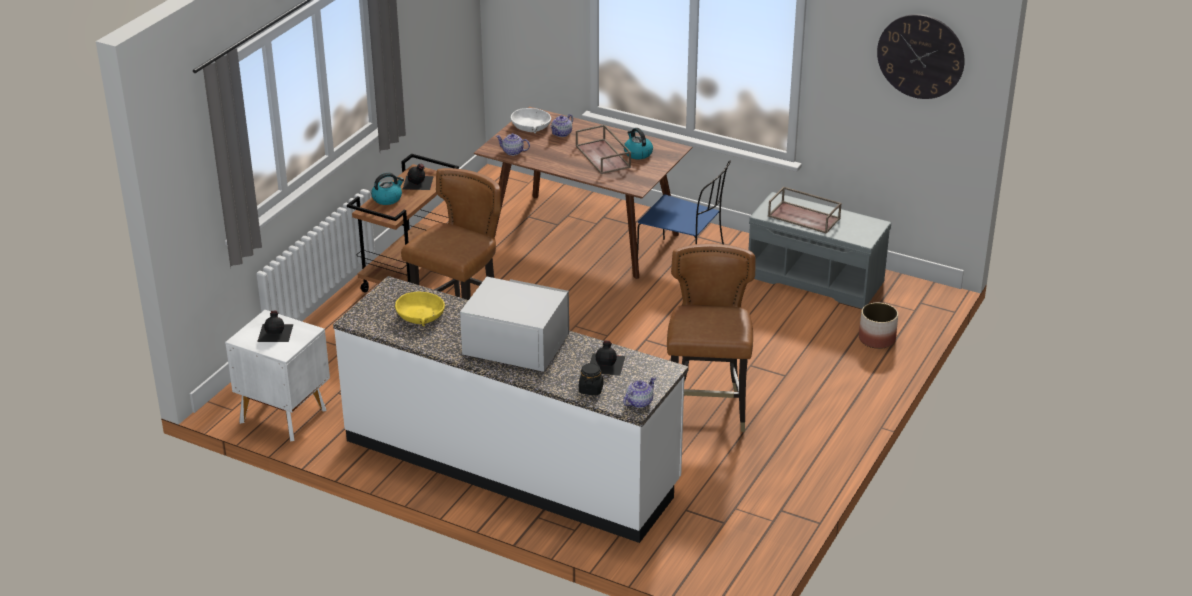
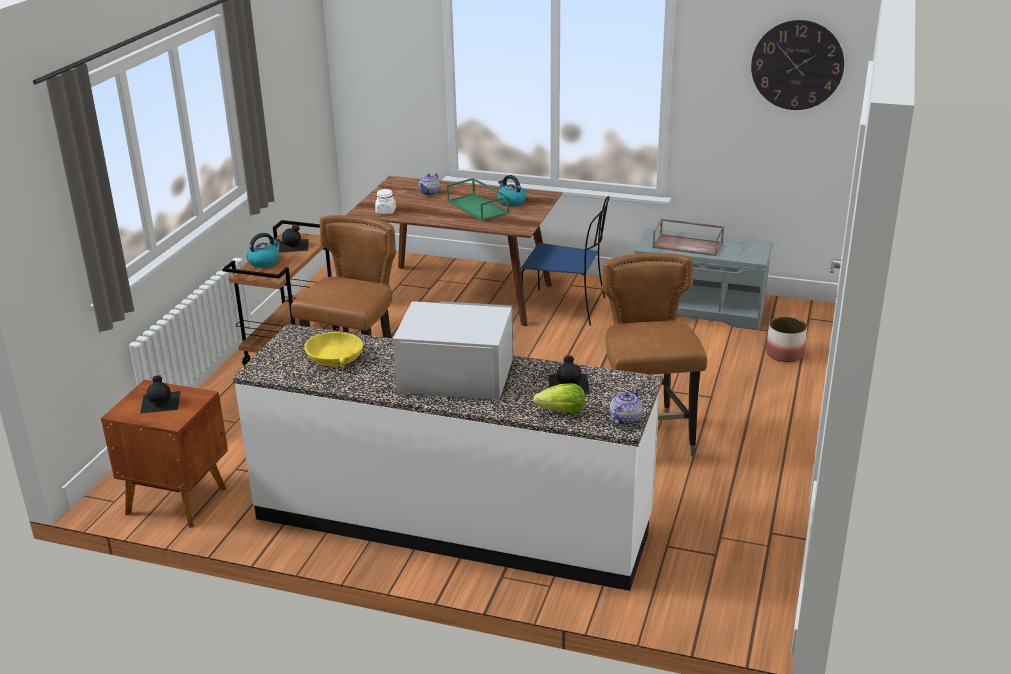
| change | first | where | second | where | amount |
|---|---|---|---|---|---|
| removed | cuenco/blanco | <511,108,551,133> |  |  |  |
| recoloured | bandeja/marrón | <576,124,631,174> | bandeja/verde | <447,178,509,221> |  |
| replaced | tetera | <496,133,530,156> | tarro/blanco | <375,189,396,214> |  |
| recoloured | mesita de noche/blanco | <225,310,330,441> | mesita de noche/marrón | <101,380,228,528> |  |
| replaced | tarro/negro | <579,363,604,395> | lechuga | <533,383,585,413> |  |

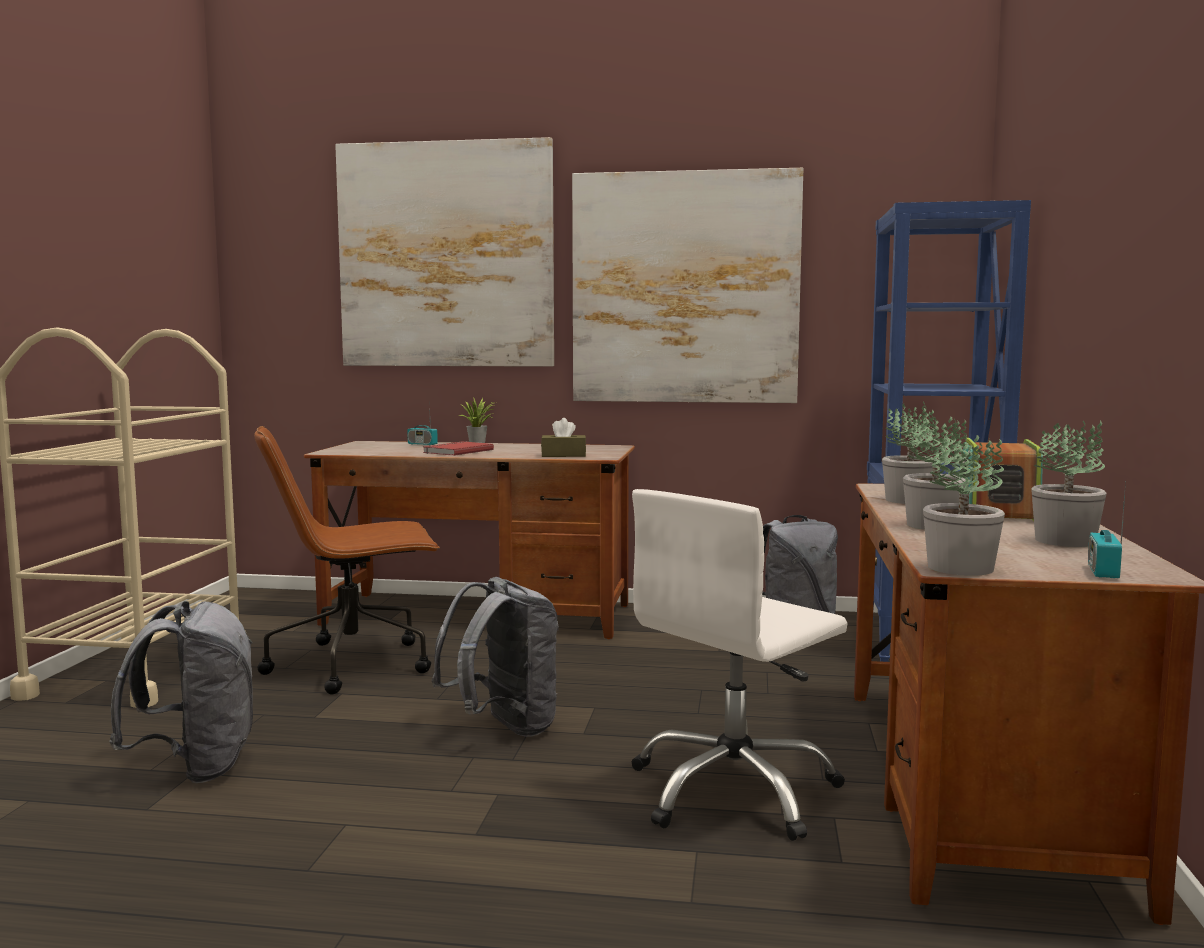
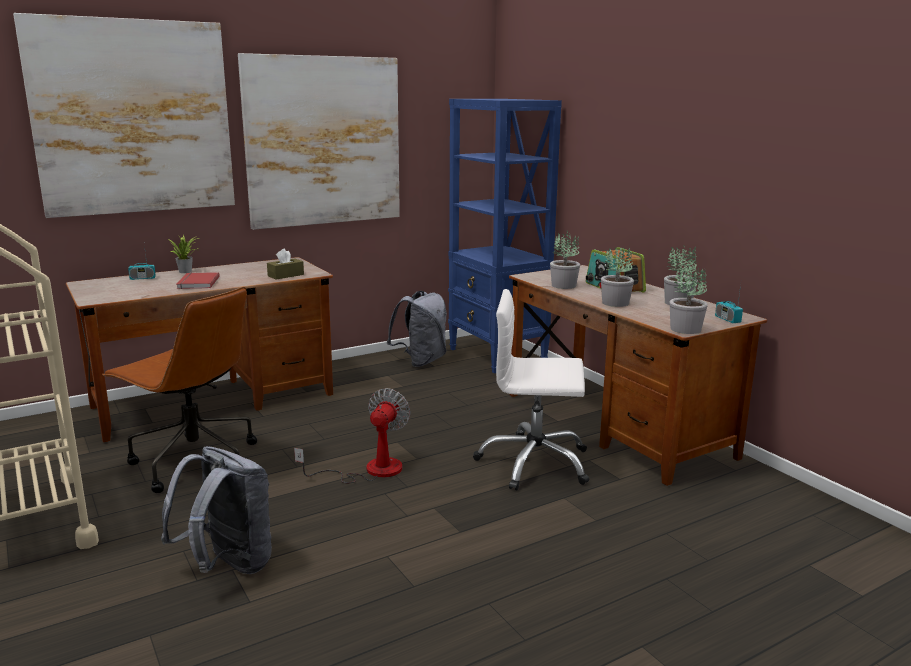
| change | first | where | second | where | amount |
|---|---|---|---|---|---|
| turned | silla de oficina/marrón | <254,426,440,694> |  | <102,286,257,493> | 90 degrees counterclockwise |
| turned | silla de oficina/blanco | <631,489,848,841> |  | <473,289,589,491> | 90 degrees clockwise |
| replaced | mochila/gris | <432,577,559,737> | ventilador | <294,388,411,483> |  |

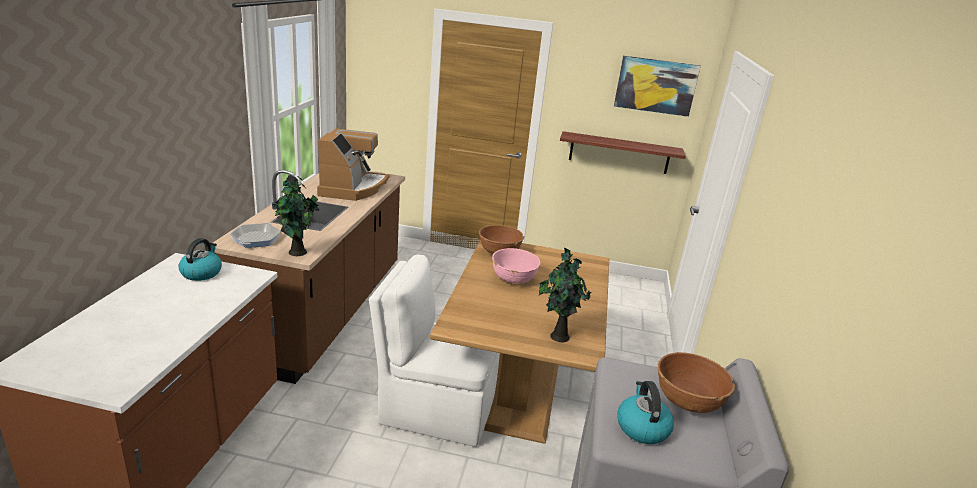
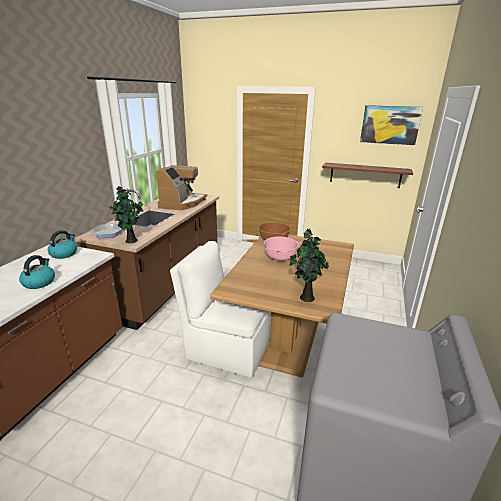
| change | first | where | second | where | amount |
|---|---|---|---|---|---|
| removed | cuenco/marrón | <658,352,735,413> |  |  |  |
| moved | hervidor | <617,381,674,444> |  | <19,255,55,289> |  |

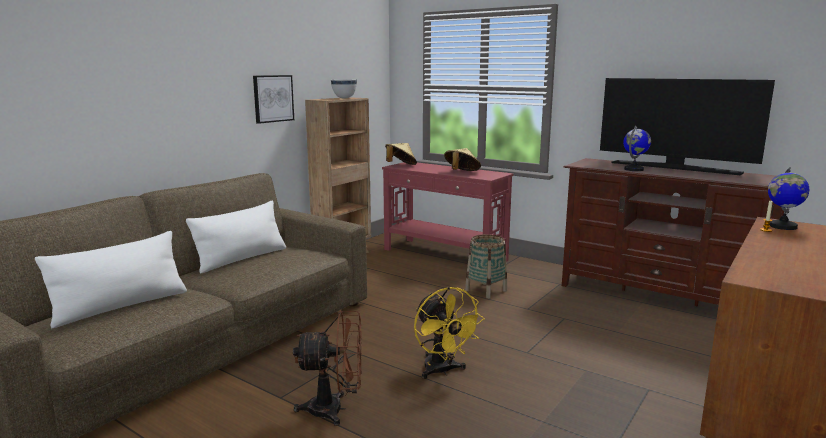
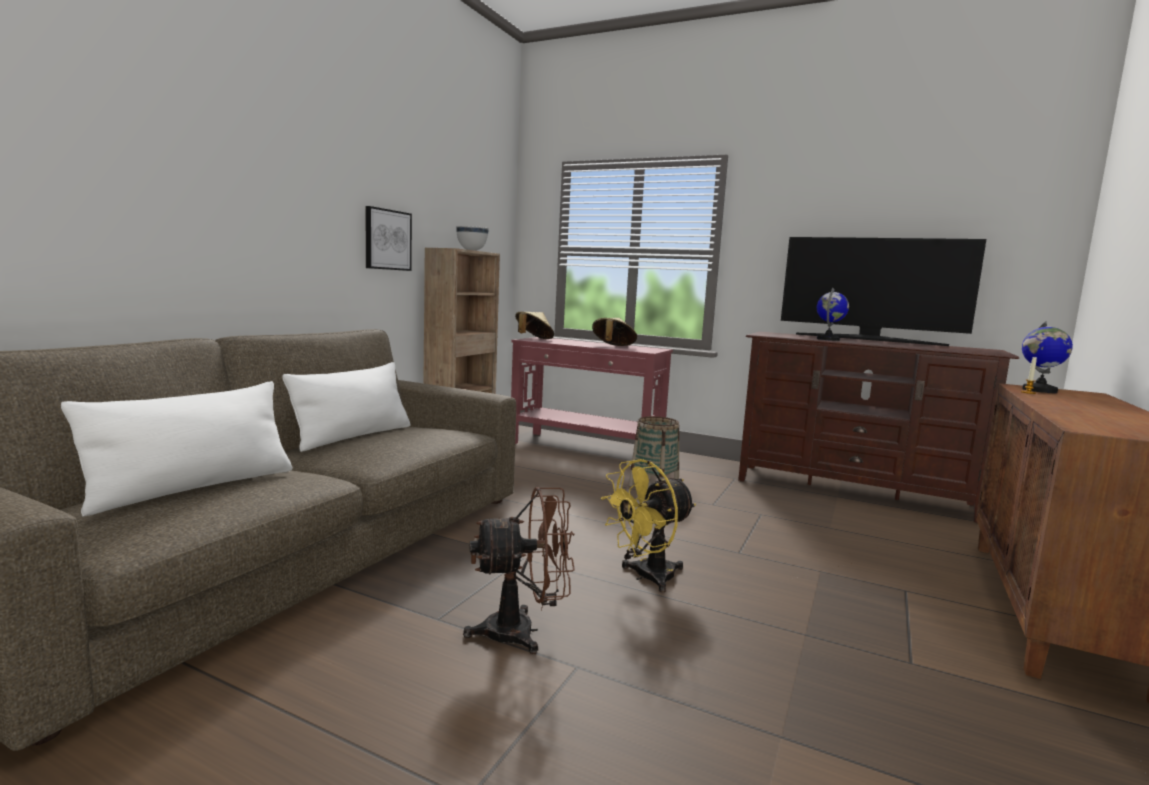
| change | first | where | second | where | amount |
|---|---|---|---|---|---|
| turned | ventilador/amarillo | <414,287,485,379> |  | <600,459,696,593> | 90 degrees clockwise |

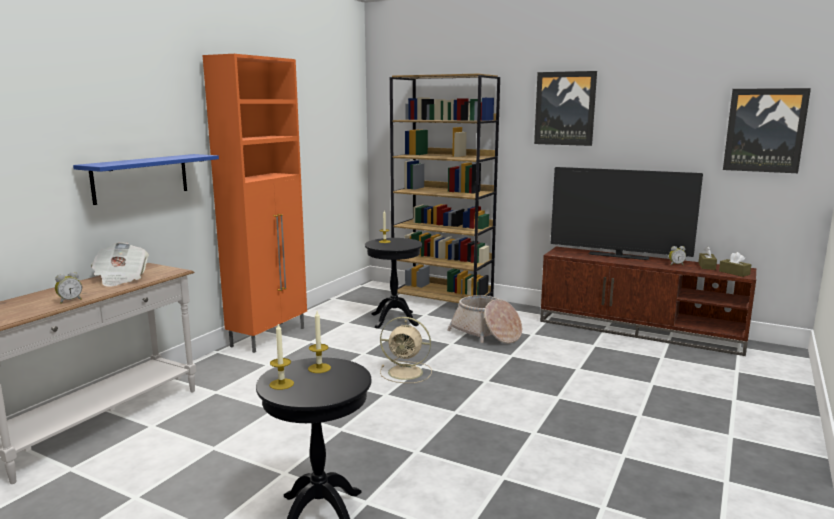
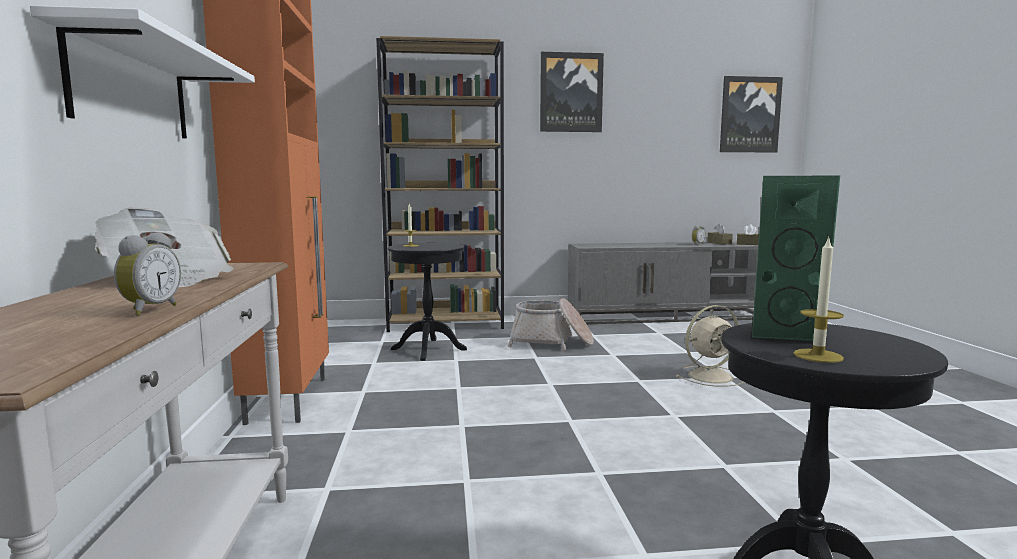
| change | first | where | second | where | amount |
|---|---|---|---|---|---|
| recoloured | estante/azul | <73,154,219,205> | estante/blanco | <30,5,255,139> |  |
| removed | televisor | <551,167,703,260> |  |  |  |
| recoloured | mueble de televisión/marrón | <540,247,756,356> | mueble de televisión/gris | <568,242,758,324> |  |
| replaced | vela | <308,311,331,373> | altavoz/verde | <752,176,840,341> |  |
| moved | ventilador/beis | <380,317,432,383> |  | <675,305,744,387> |  |

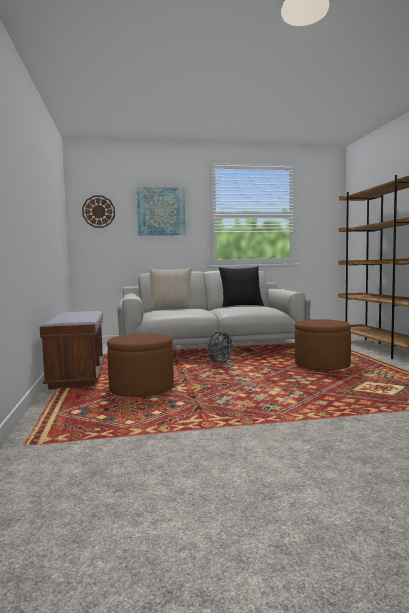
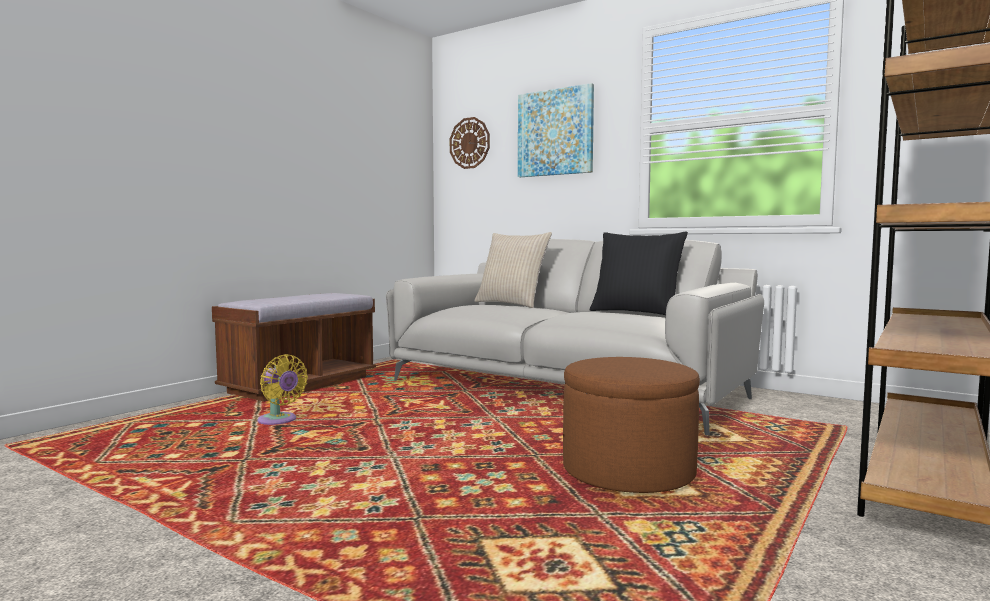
| change | first | where | second | where | amount |
|---|---|---|---|---|---|
| removed | ventilador/gris | <207,330,235,365> |  |  |  |
| replaced | puf/marrón | <107,333,174,397> | ventilador/amarillo | <257,354,308,425> |  |

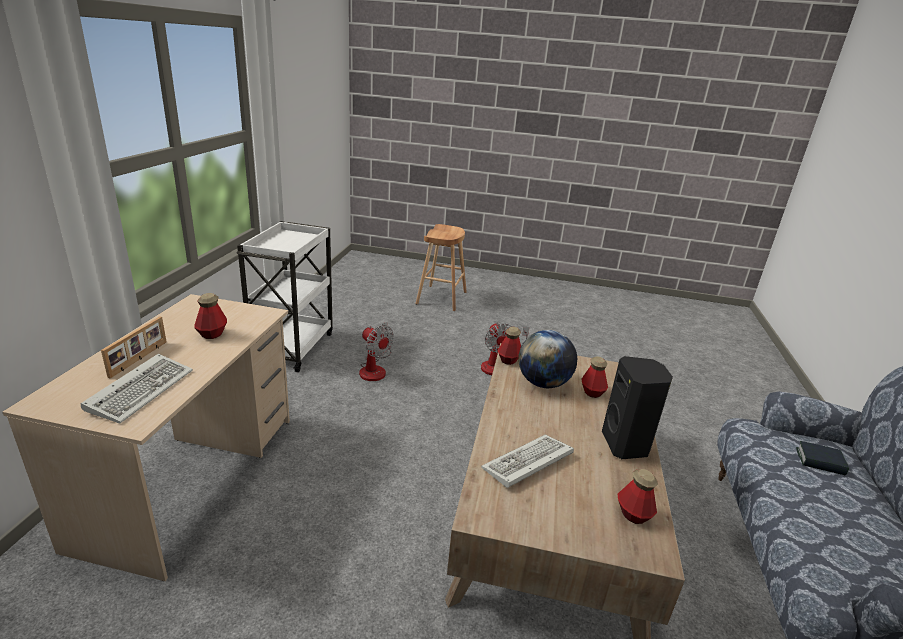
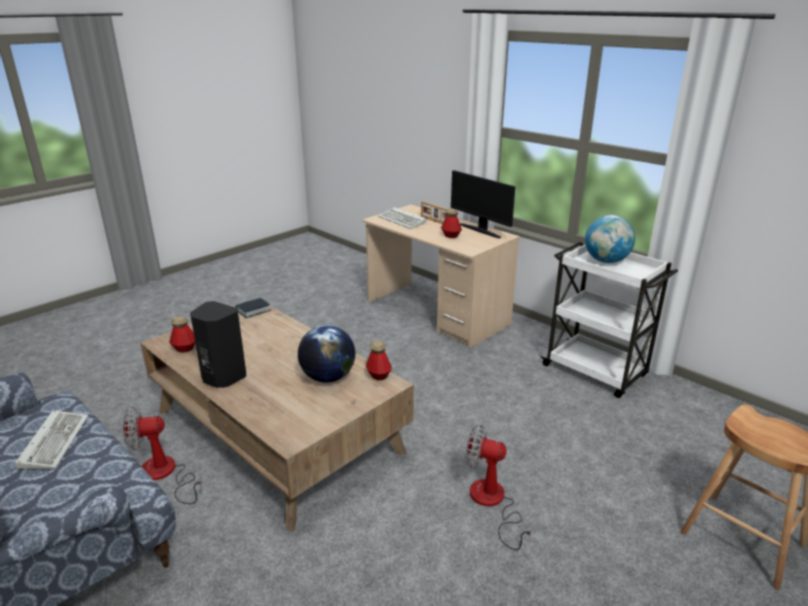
| change | first | where | second | where | amount |
|---|---|---|---|---|---|
| moved | ventilador | <359,322,394,381> |  | <122,407,202,504> |  |
| removed | botella | <581,356,608,398> |  |  |  |
| moved | teclado | <481,435,574,488> |  | <15,410,89,470> |  |
| moved | libro | <796,441,849,475> |  | <236,298,271,318> |  |
| added |  |  | monitor | <451,170,515,238> |  |
| added |  |  | globo terráqueo | <585,215,635,263> |  |

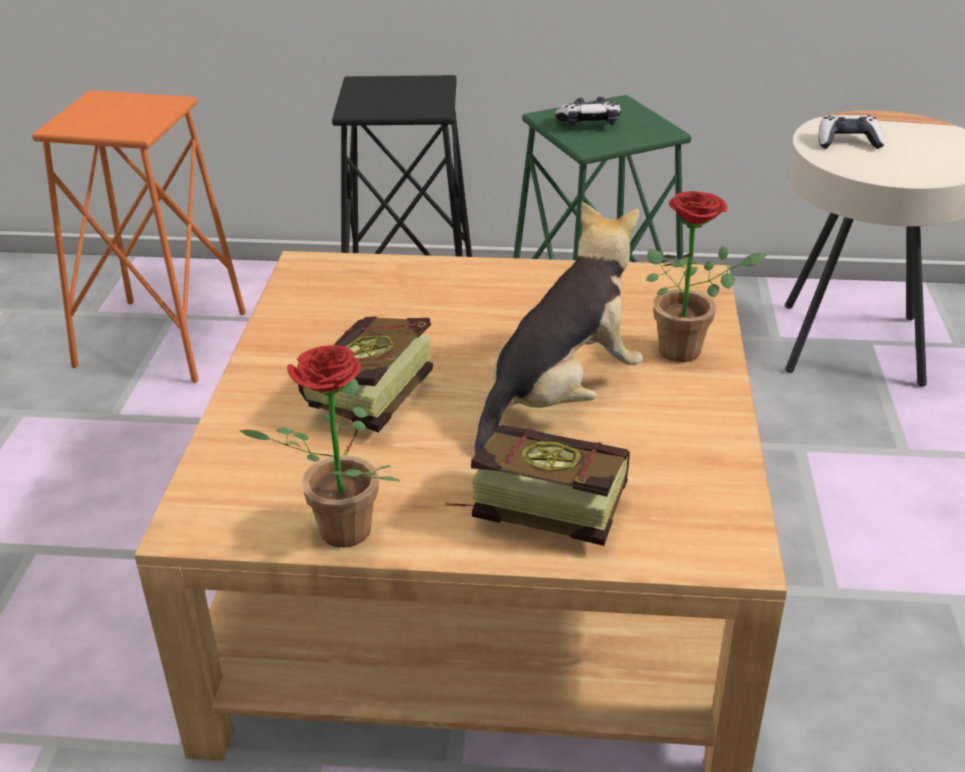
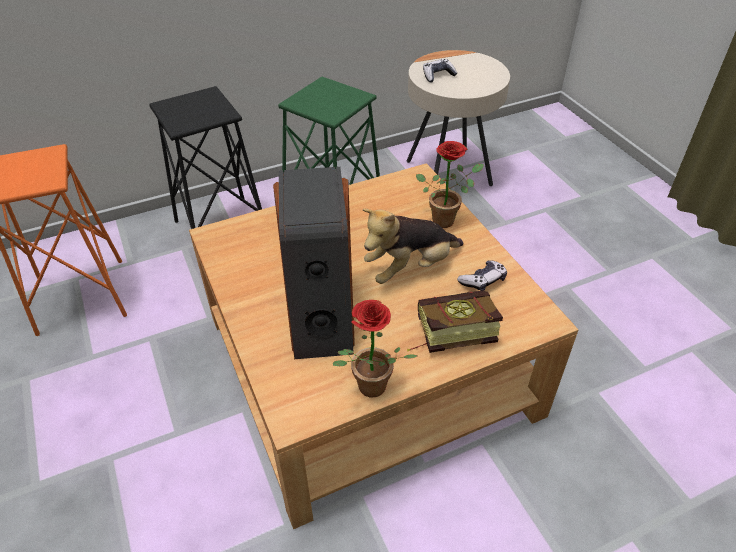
| change | first | where | second | where | amount |
|---|---|---|---|---|---|
| moved | mando de consola | <555,97,621,127> |  | <457,260,507,291> |  |
| turned | peluche | <475,201,643,454> |  | <363,209,463,284> | 135 degrees counterclockwise |
| replaced | libro | <298,316,433,456> | altavoz | <273,167,355,359> |  |

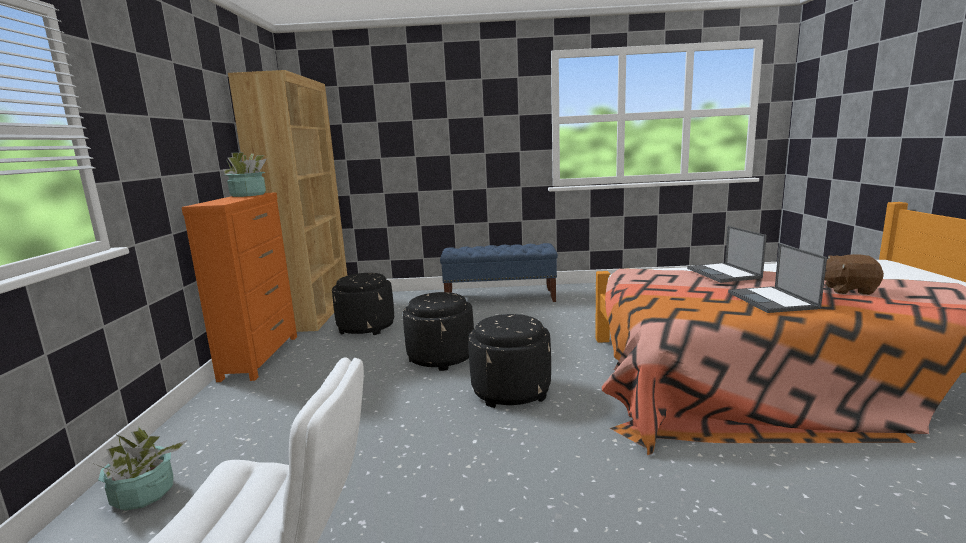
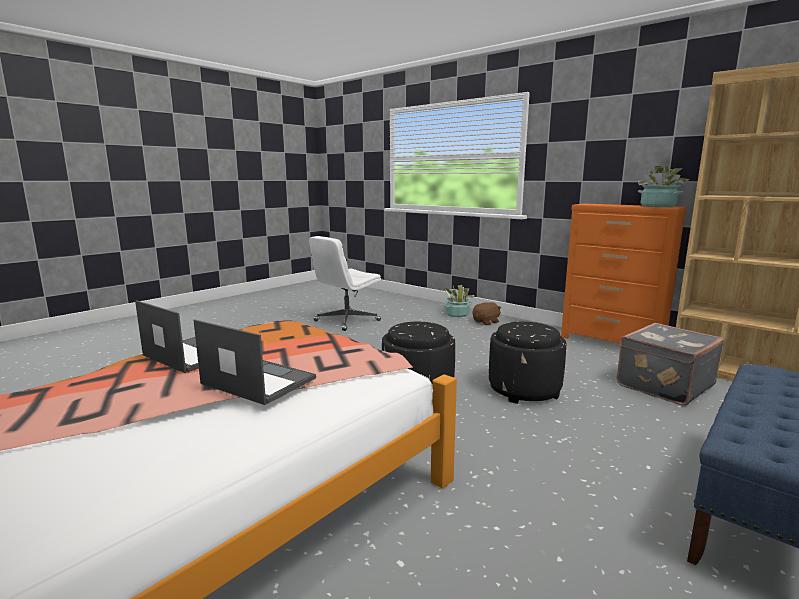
| change | first | where | second | where | amount |
|---|---|---|---|---|---|
| moved | peluche/marrón | <825,254,884,295> |  | <473,302,501,325> |  |
| replaced | puf/negro | <332,273,394,335> | maleta/gris | <617,323,724,406> |  |

